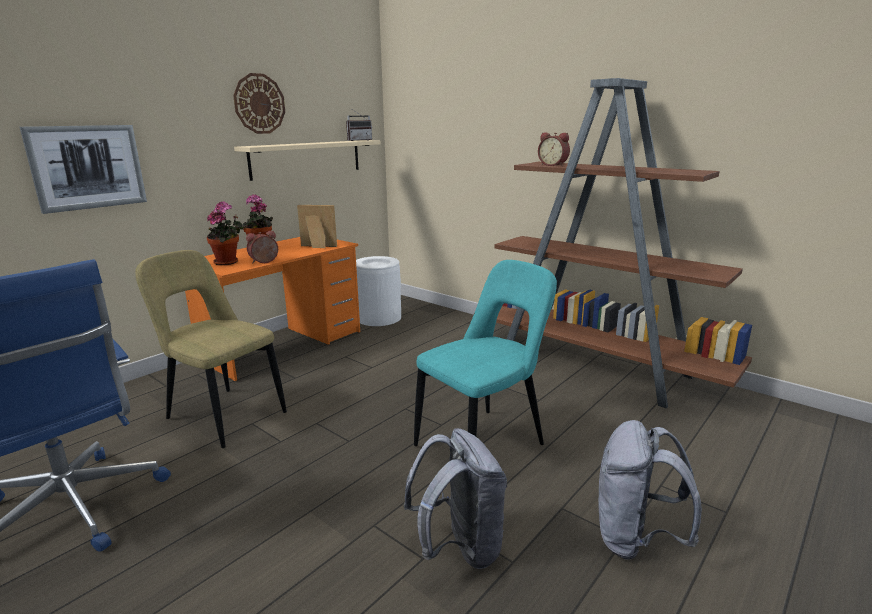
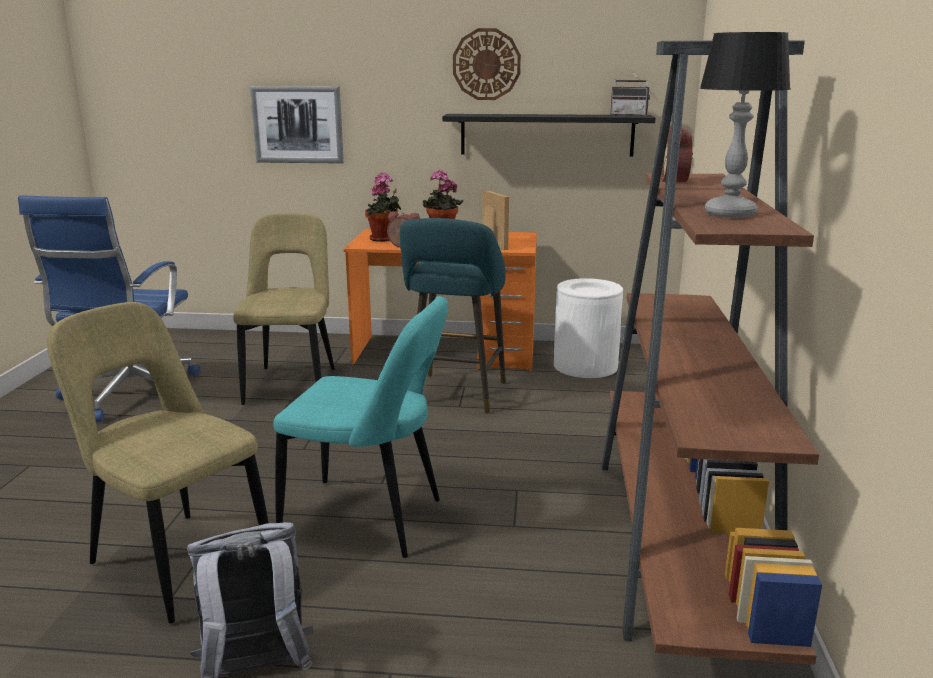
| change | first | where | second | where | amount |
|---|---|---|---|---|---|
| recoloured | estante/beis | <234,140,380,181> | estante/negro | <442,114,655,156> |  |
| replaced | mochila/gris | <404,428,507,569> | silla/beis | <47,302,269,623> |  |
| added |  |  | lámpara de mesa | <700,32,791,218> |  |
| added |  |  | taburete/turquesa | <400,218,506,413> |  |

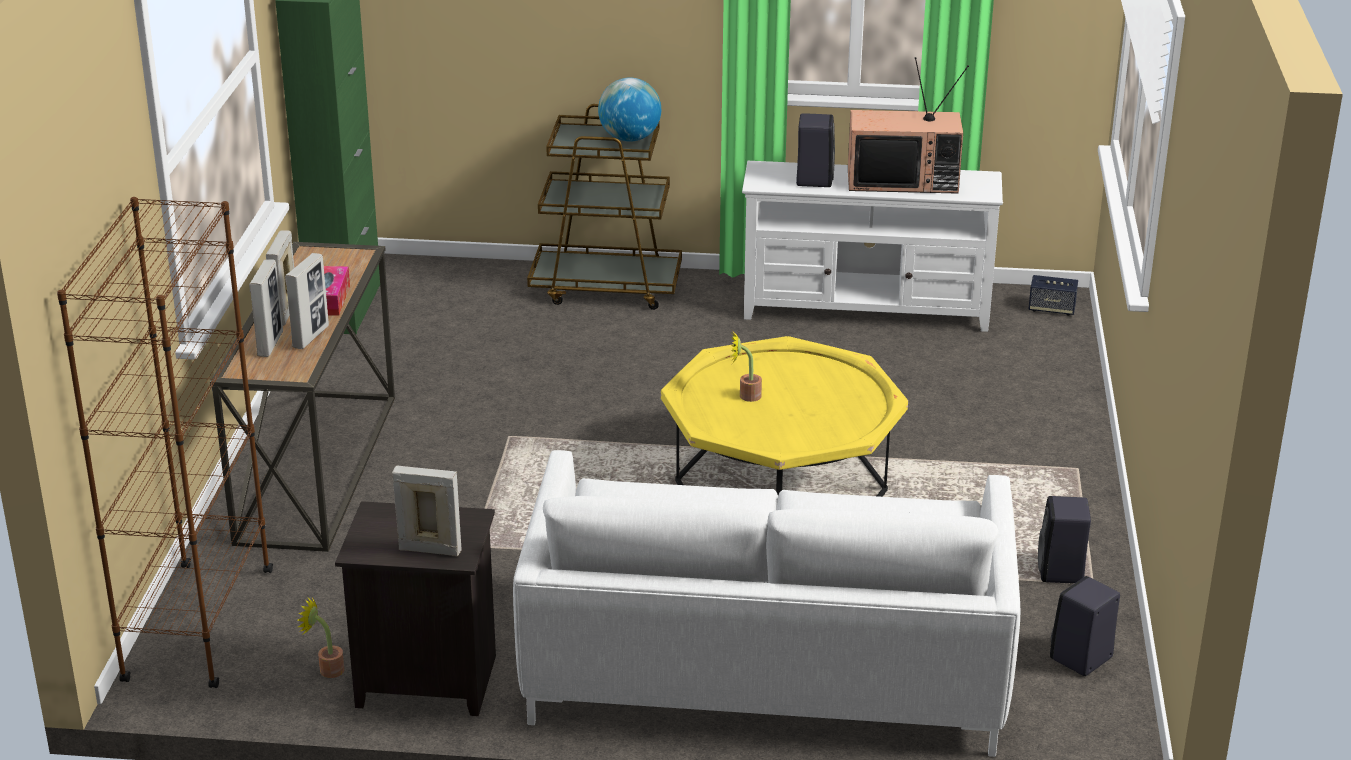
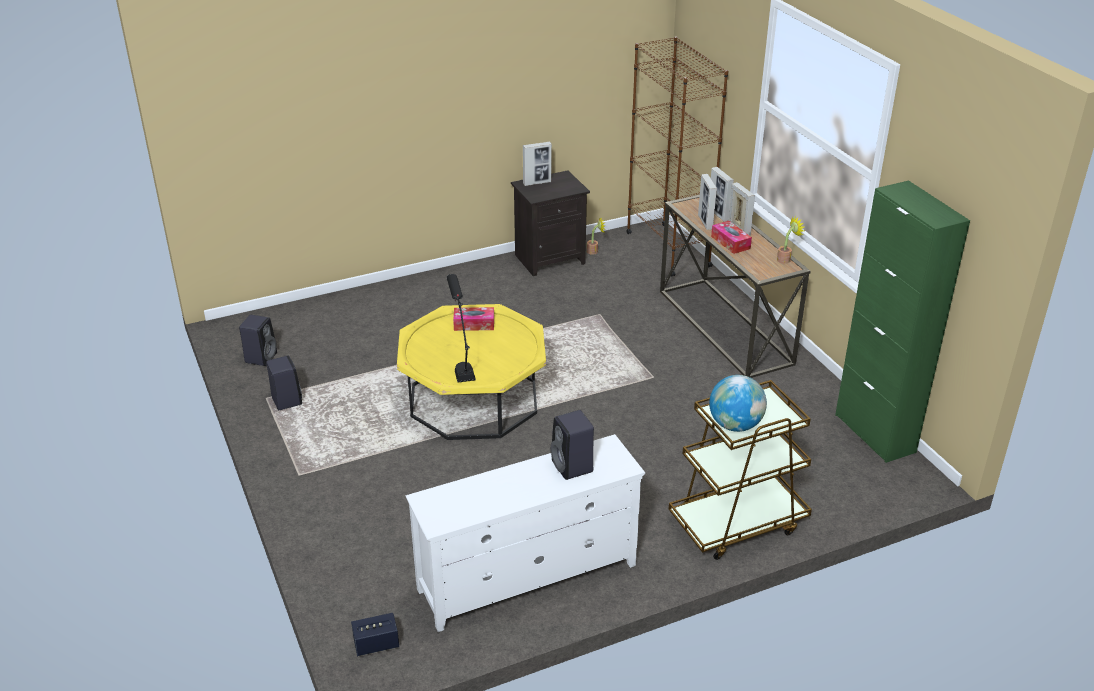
| change | first | where | second | where | amount |
|---|---|---|---|---|---|
| removed | televisor | <848,57,969,194> |  |  |  |
| moved | planta en maceta | <731,331,762,402> |  | <777,216,804,264> |  |
| removed | sofá/blanco | <513,450,1020,757> |  |  |  |
| added |  |  | lámpara de mesa/negro | <447,274,476,383> |  |
| added |  |  | caja de pañuelos | <453,307,494,331> |  |

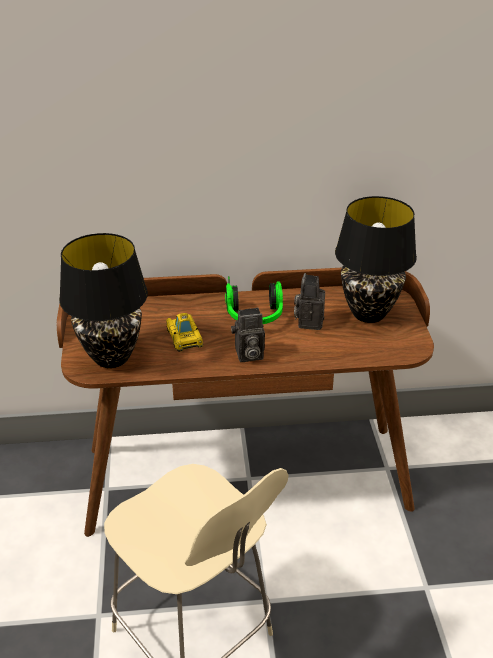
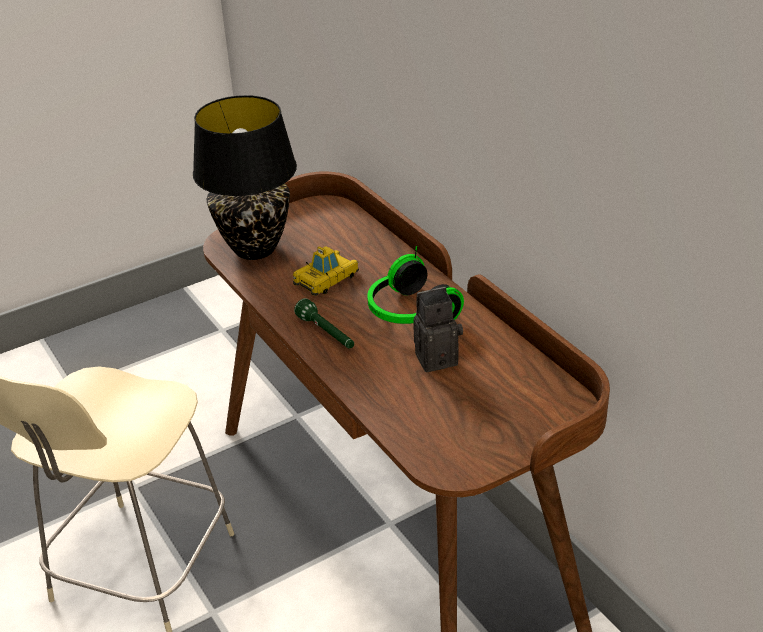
| change | first | where | second | where | amount |
|---|---|---|---|---|---|
| removed | lámpara de mesa/negro | <335,196,417,323> |  |  |  |
| replaced | cámara | <231,308,265,362> | linterna/verde | <294,298,354,349> |  |

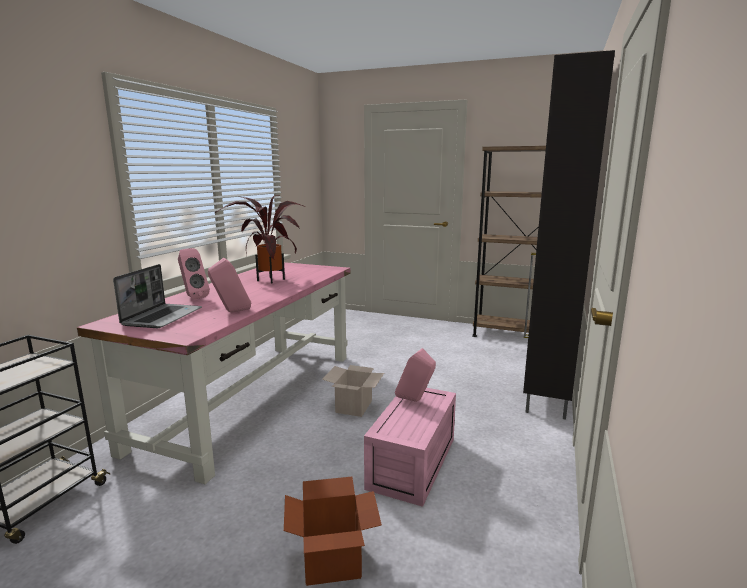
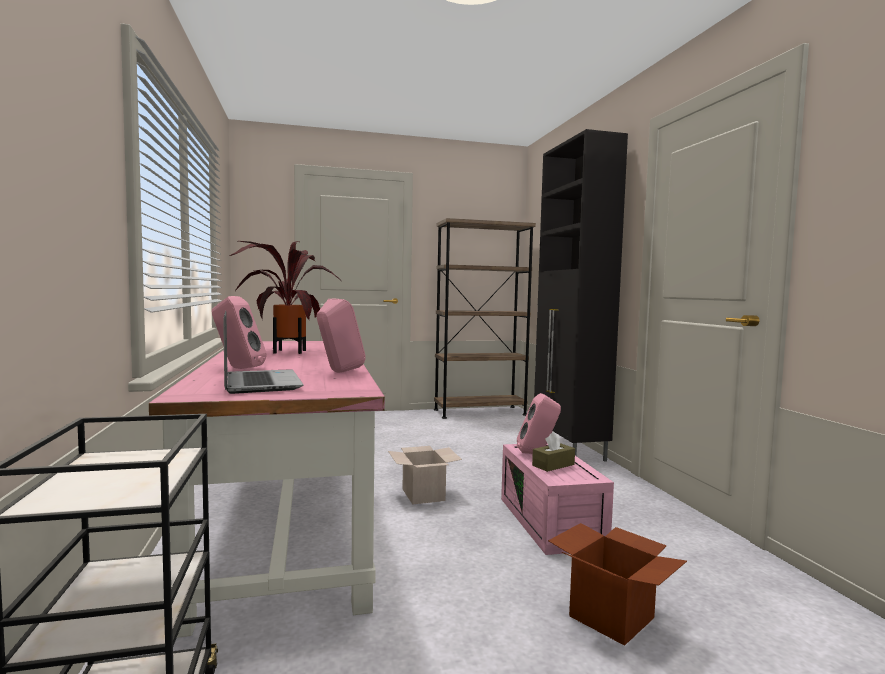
| change | first | where | second | where | amount |
|---|---|---|---|---|---|
| added |  |  | caja de pañuelos/marrón | <532,432,575,472> |  |

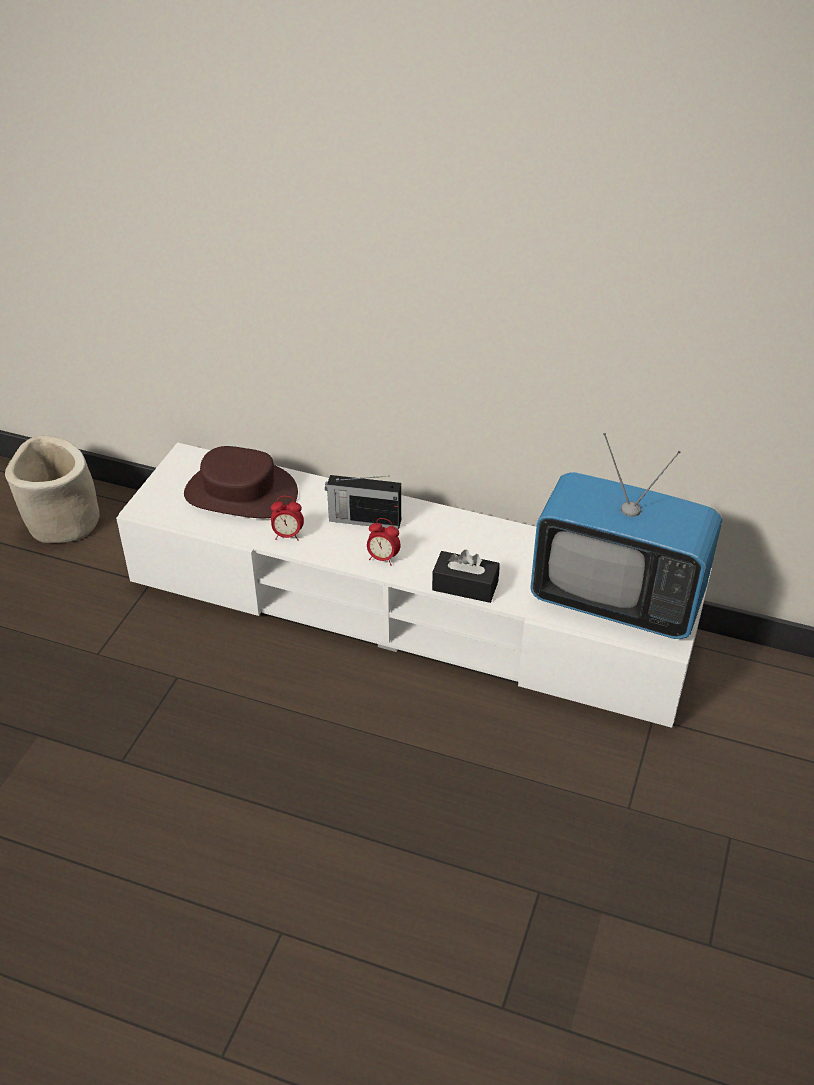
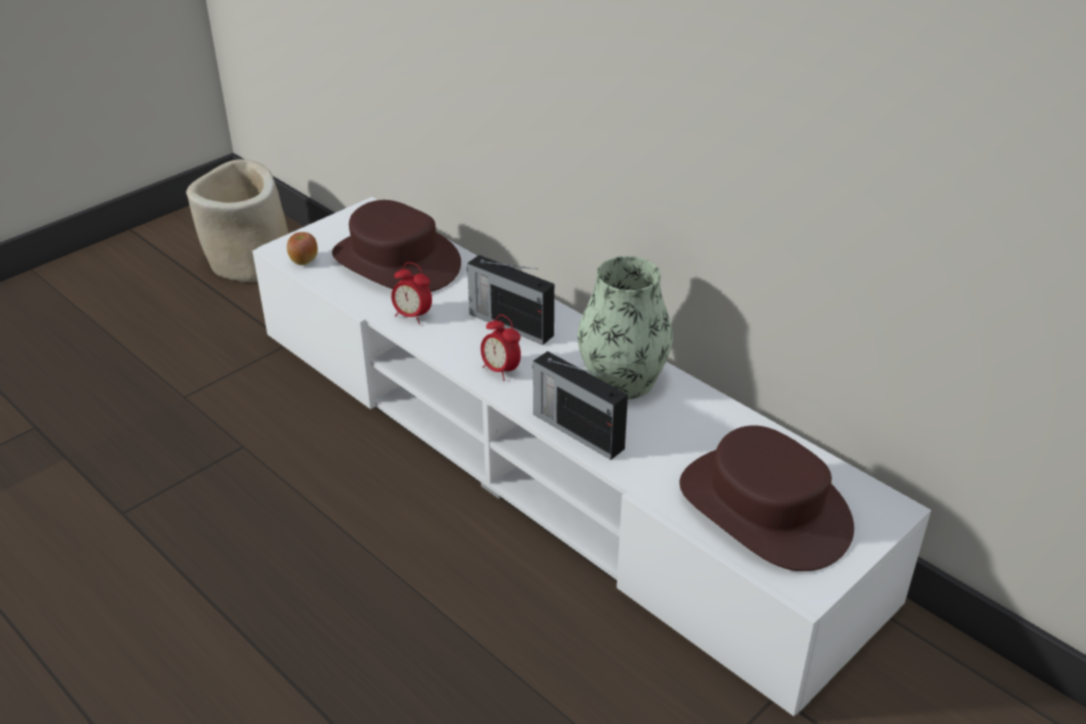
| change | first | where | second | where | amount |
|---|---|---|---|---|---|
| replaced | televisor | <530,433,722,639> | sombrero/marrón | <679,425,854,571> |  |
| replaced | caja de pañuelos/negro | <432,549,500,603> | radio | <532,351,628,460> |  |
| added |  |  | manzana | <287,232,318,265> |  |
| added |  |  | florero | <577,256,673,399> |  |

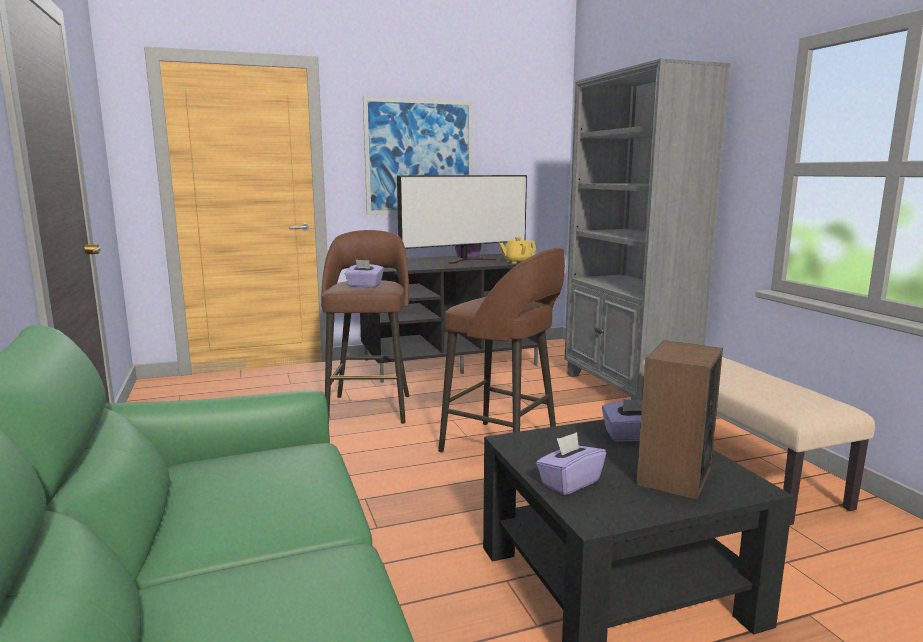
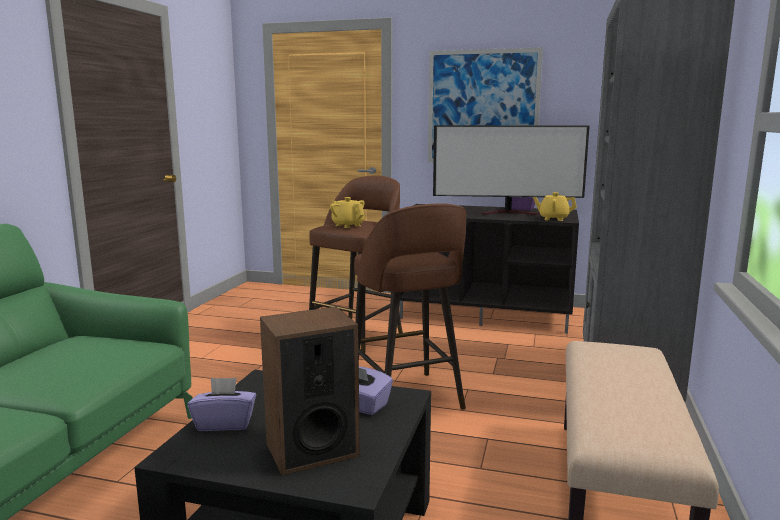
| change | first | where | second | where | amount |
|---|---|---|---|---|---|
| replaced | caja de pañuelos/morado | <345,259,384,288> | tetera/amarillo | <330,197,365,228> |  |

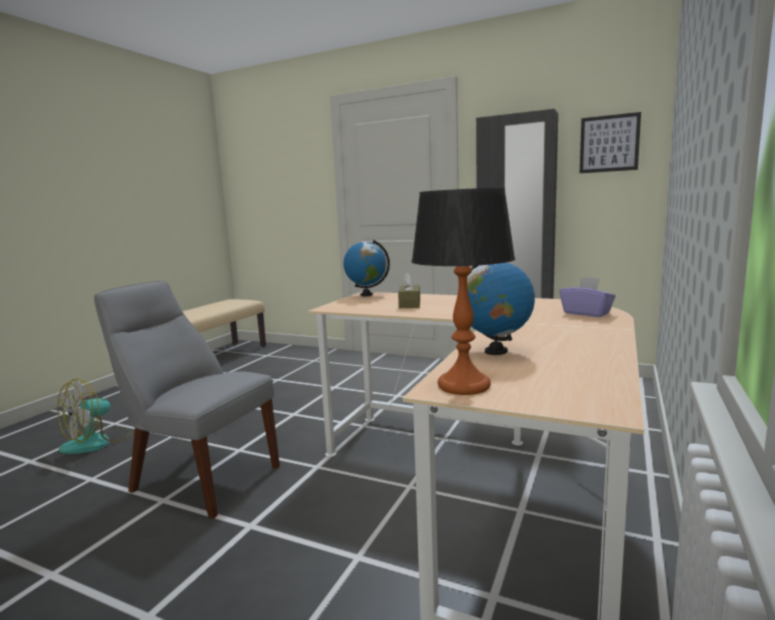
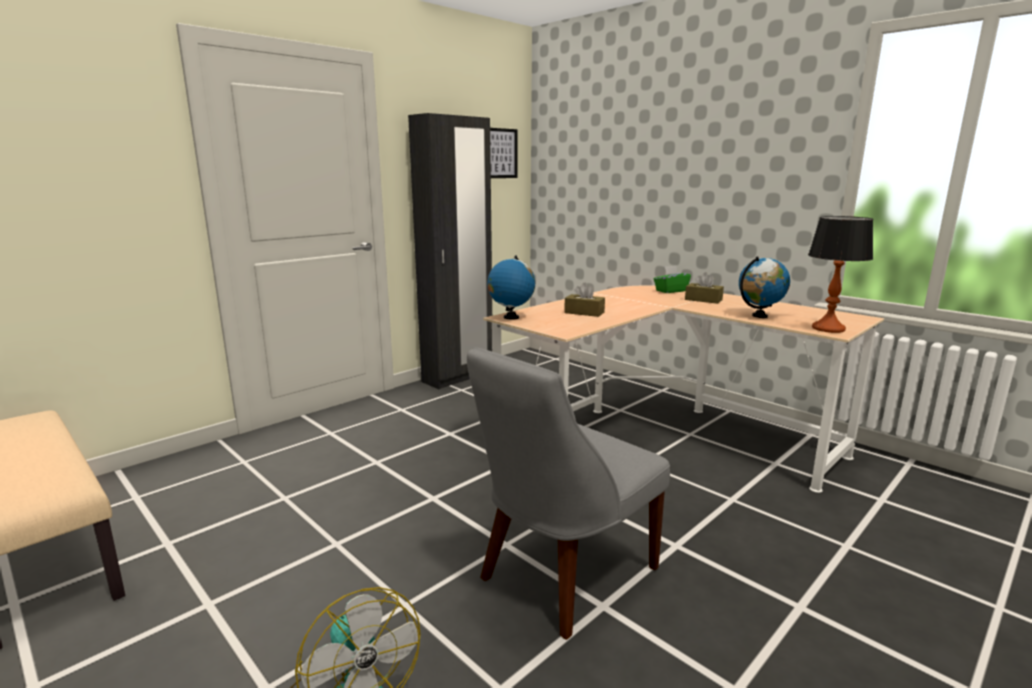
| change | first | where | second | where | amount |
|---|---|---|---|---|---|
| recoloured | caja de pañuelos/morado | <559,277,616,317> | caja de pañuelos/verde | <654,265,691,293> |  |
| added |  |  | caja de pañuelos/marrón | <685,272,724,304> |  |

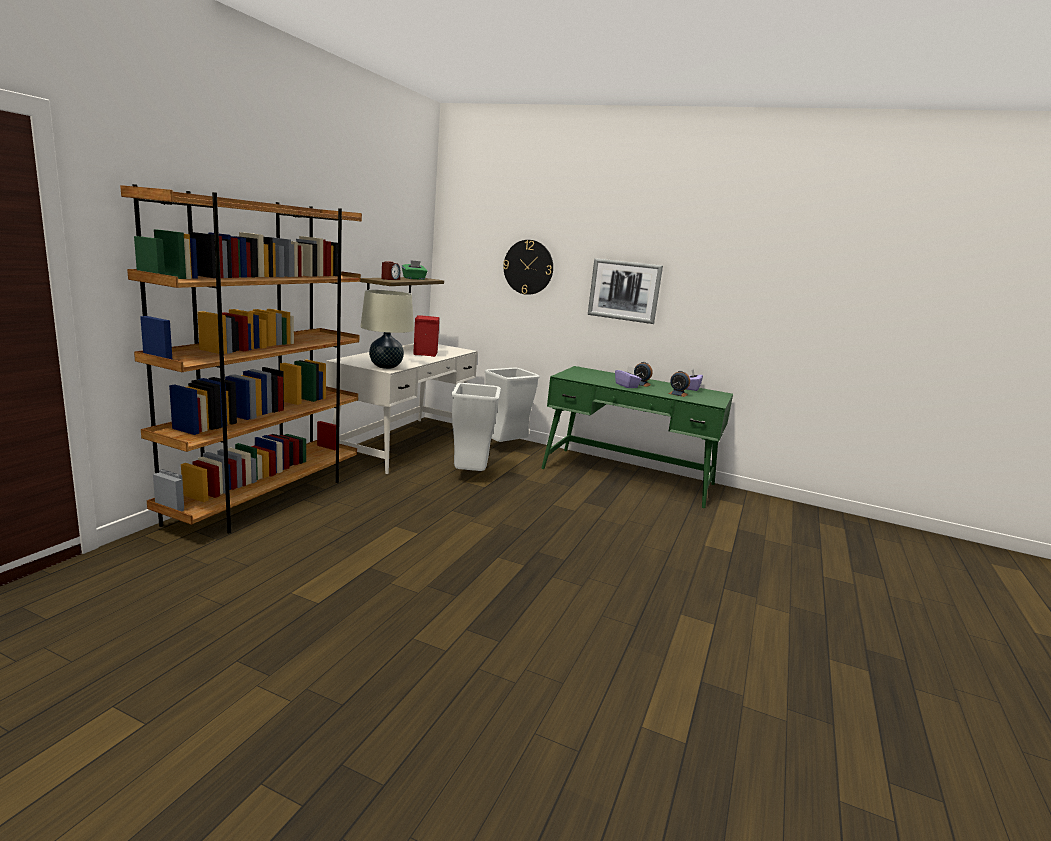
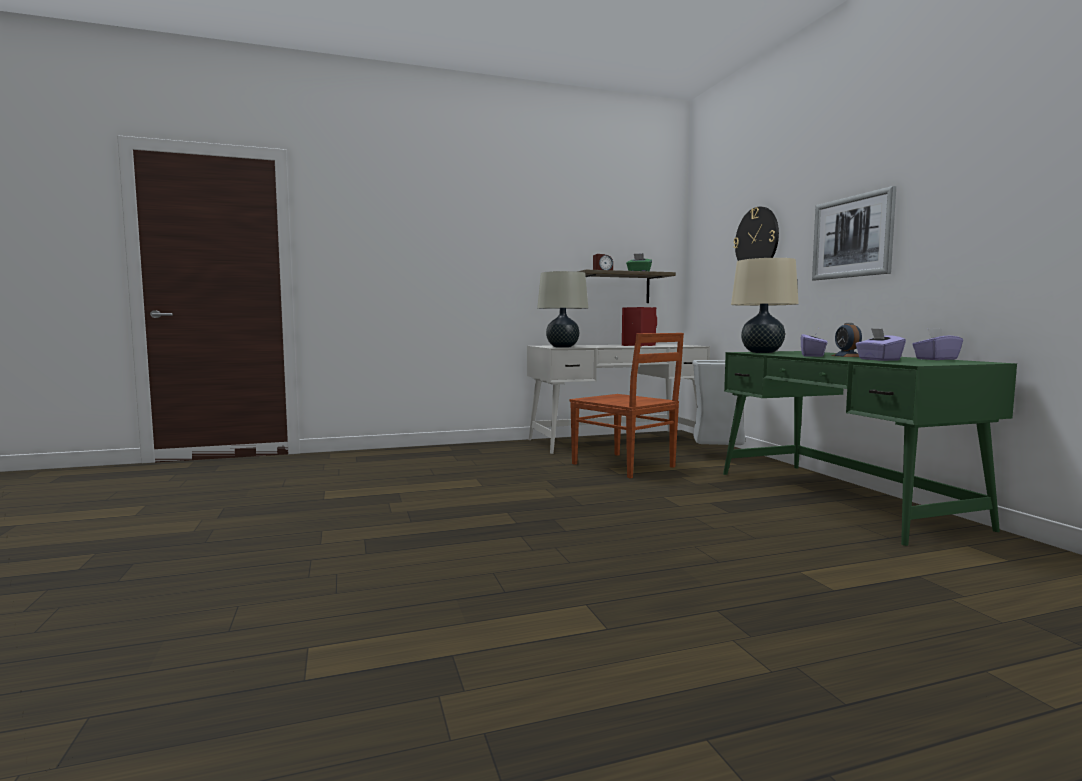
| change | first | where | second | where | amount |
|---|---|---|---|---|---|
| removed | estantería/marrón | <120,184,362,534> |  |  |  |
| replaced | despertador | <668,371,690,397> | caja de pañuelos/morado | <855,328,906,361> |  |
| replaced | papelera/gris | <451,383,501,471> | silla/marrón | <569,333,684,479> |  |
| added |  |  | lámpara de mesa/beis | <731,258,799,353> |  |

